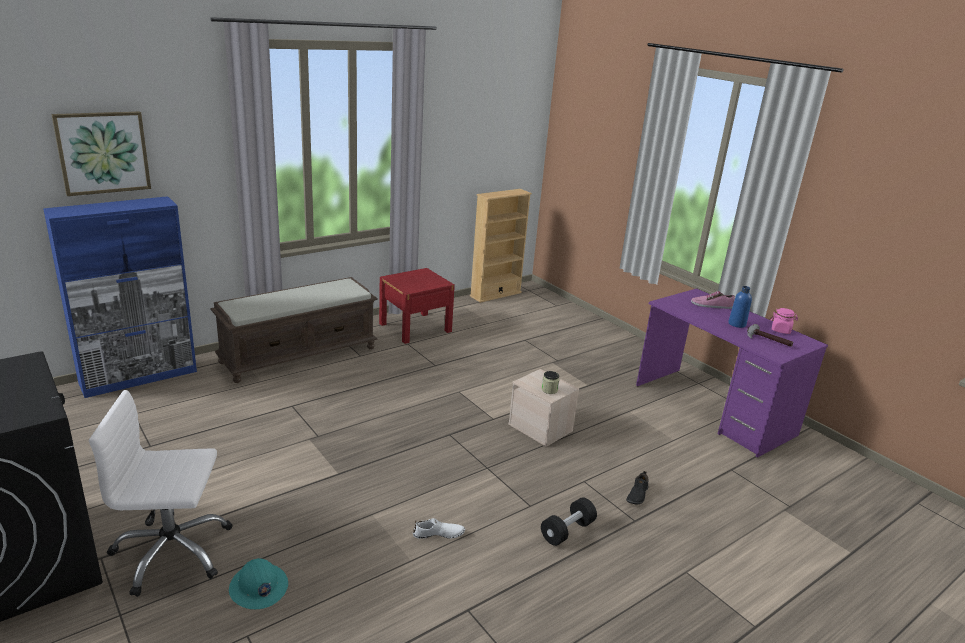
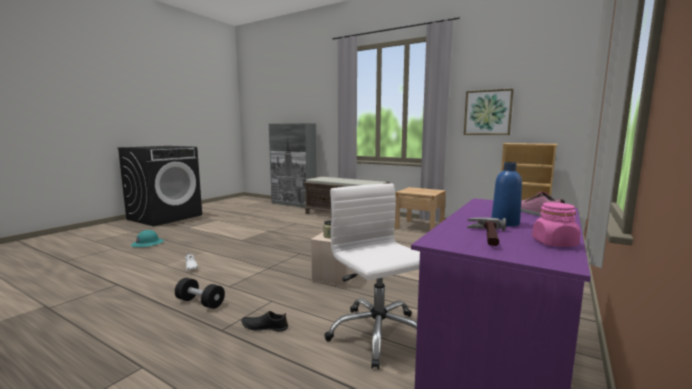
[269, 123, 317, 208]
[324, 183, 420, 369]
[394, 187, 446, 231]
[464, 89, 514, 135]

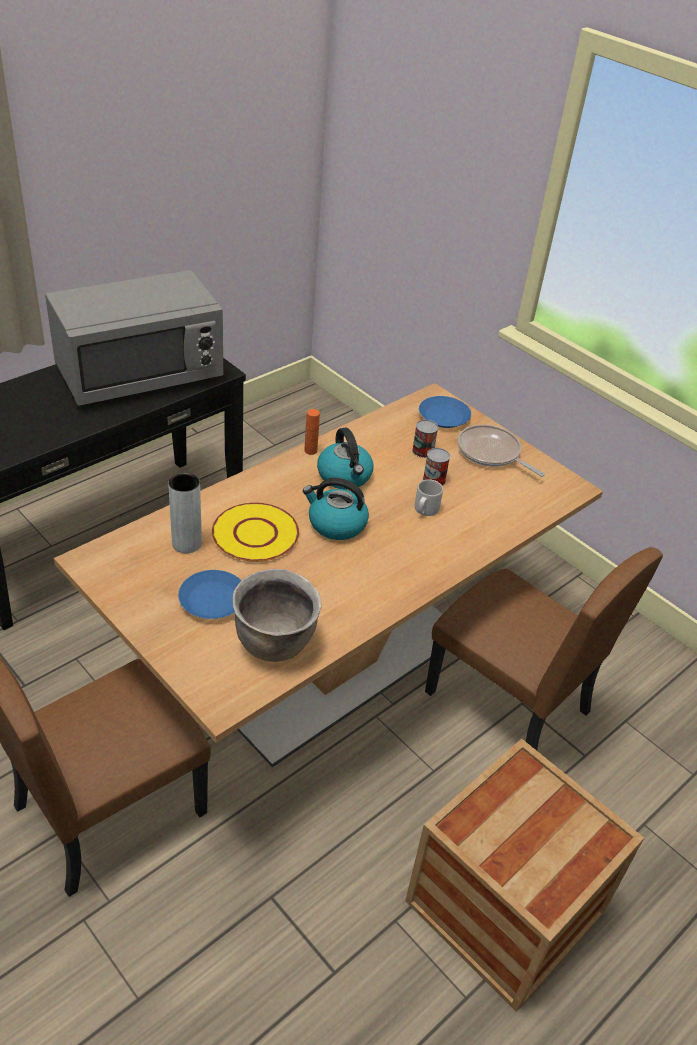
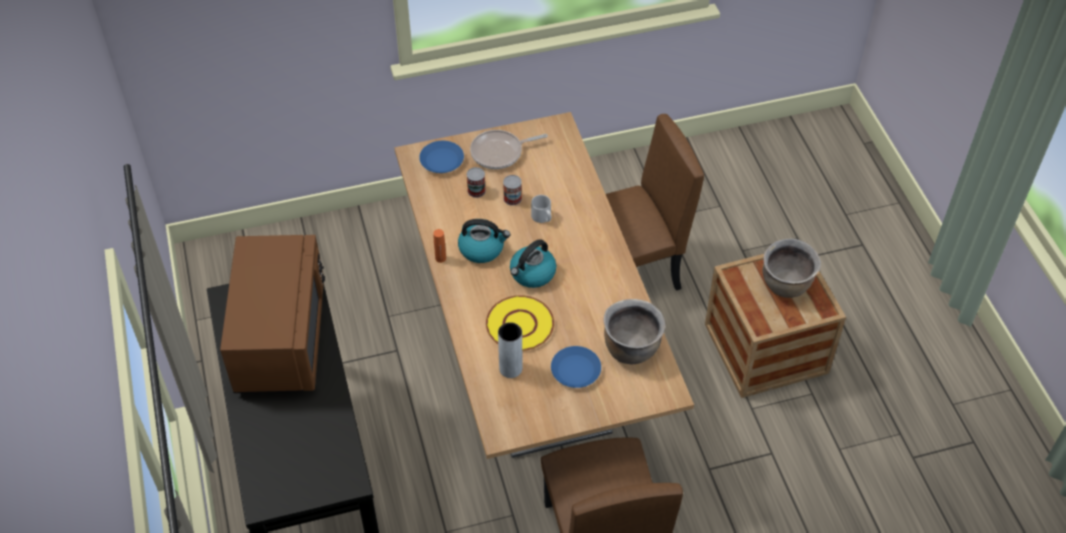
[220, 235, 325, 393]
[763, 239, 821, 298]

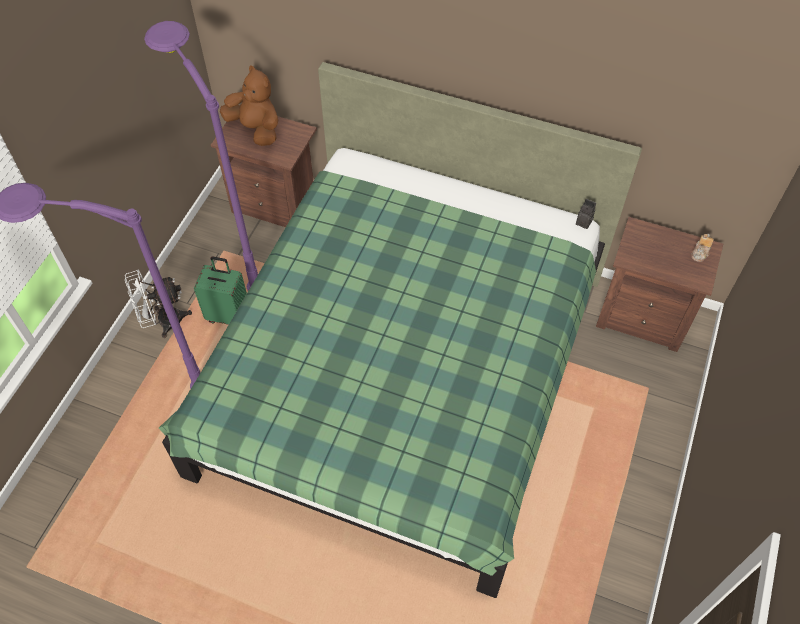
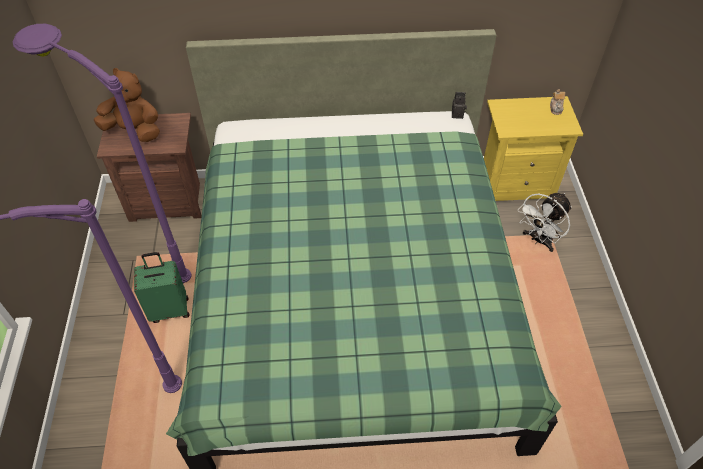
[484, 96, 583, 201]
[518, 193, 572, 252]

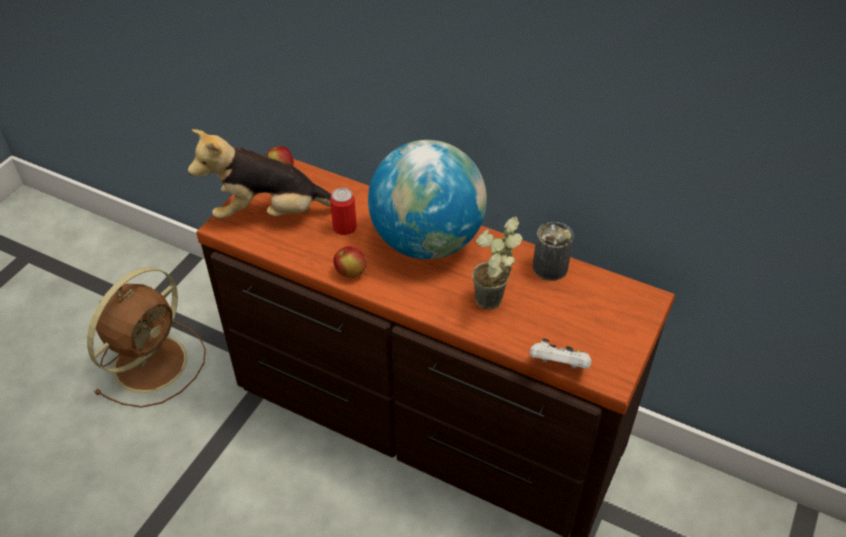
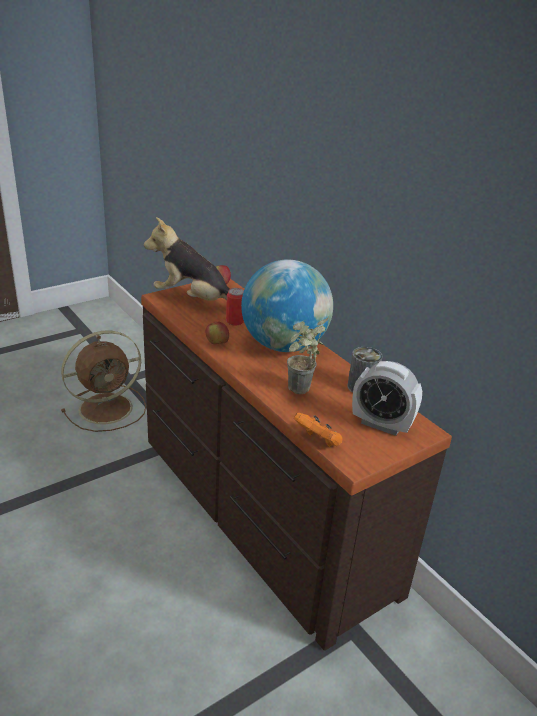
[294, 413, 342, 447]
[352, 361, 422, 436]

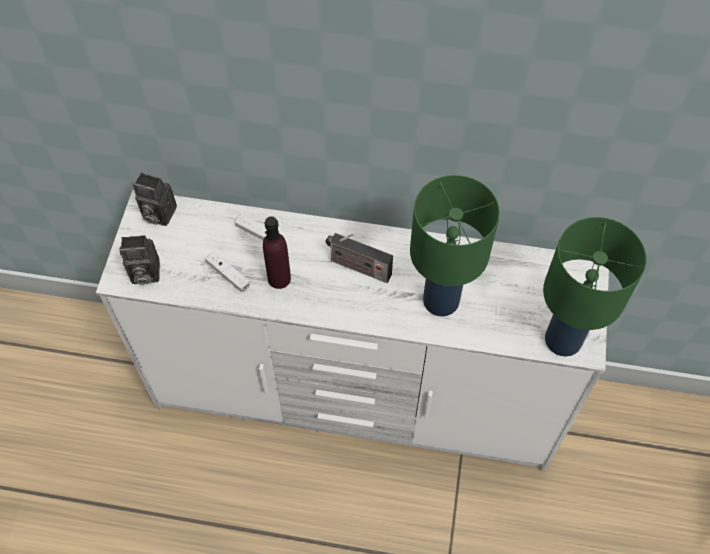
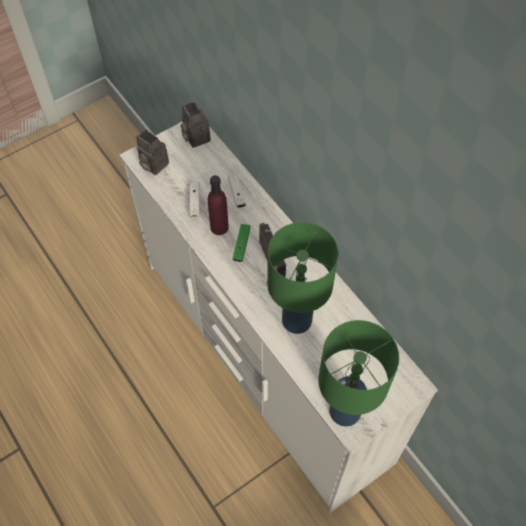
[233, 224, 250, 262]

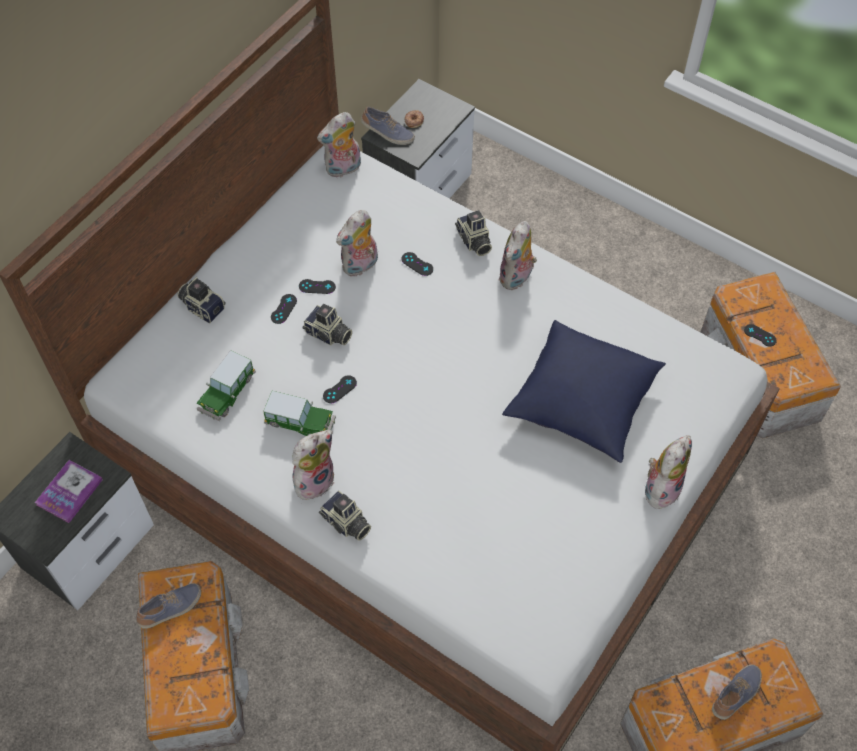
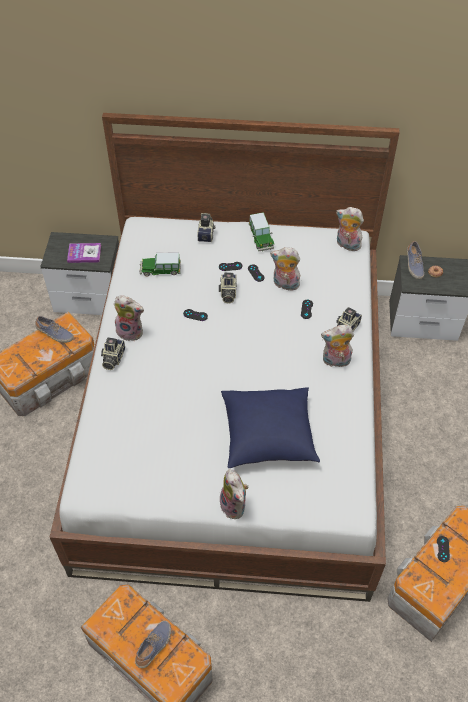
[135, 621, 171, 668]
[220, 469, 248, 519]
[249, 212, 274, 252]

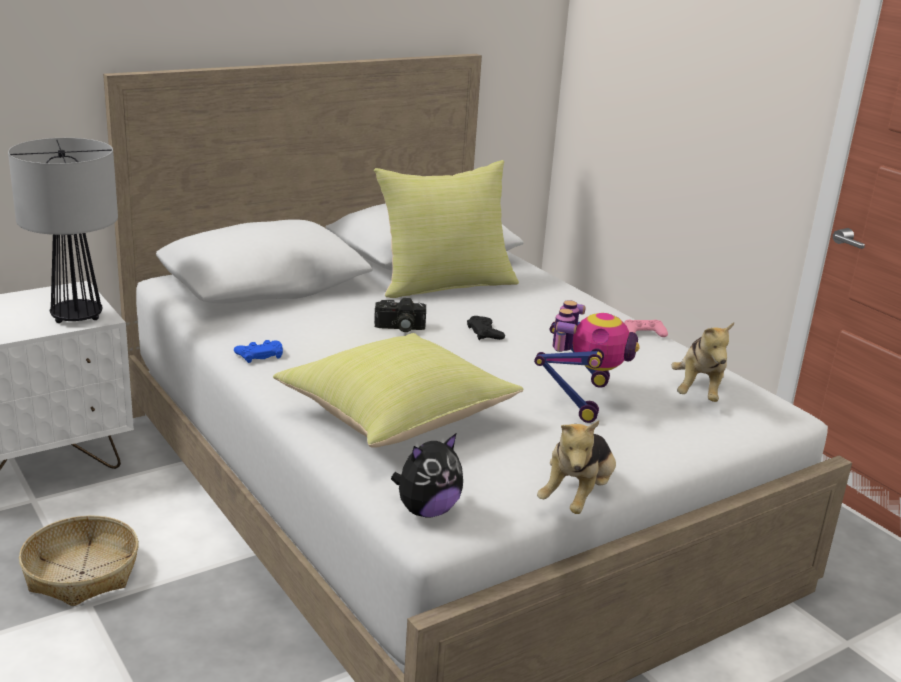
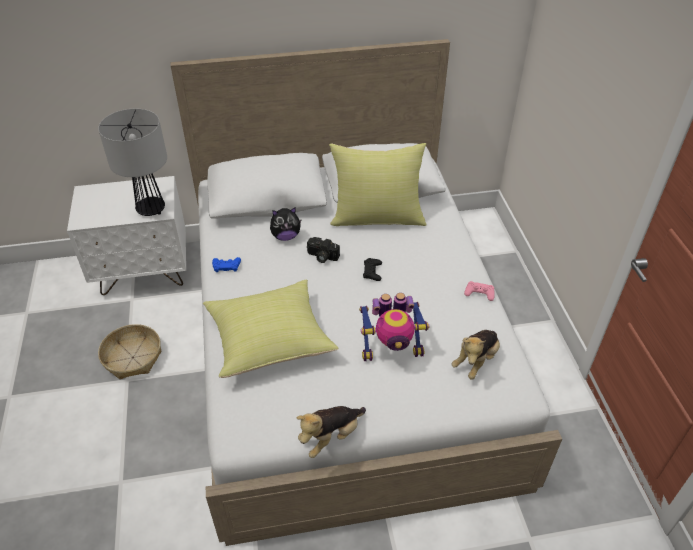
[270, 207, 301, 241]
[359, 293, 429, 361]

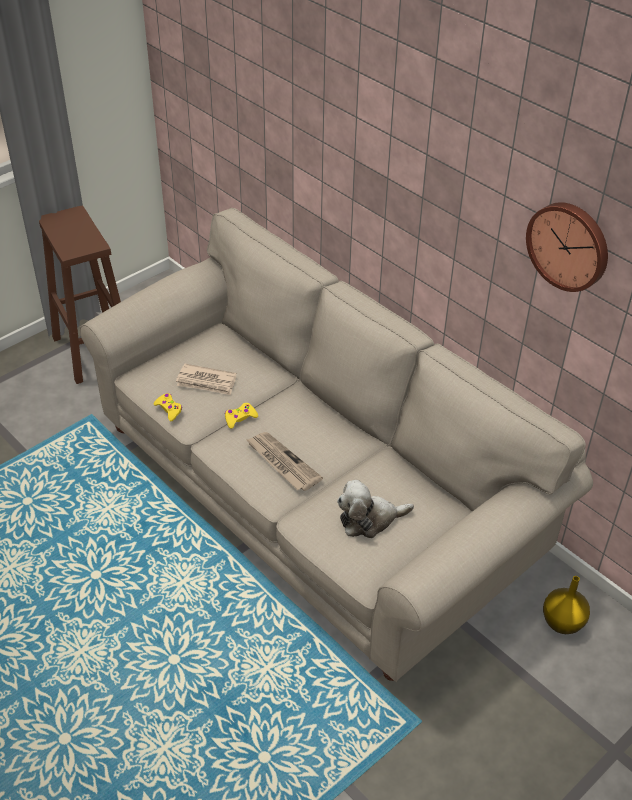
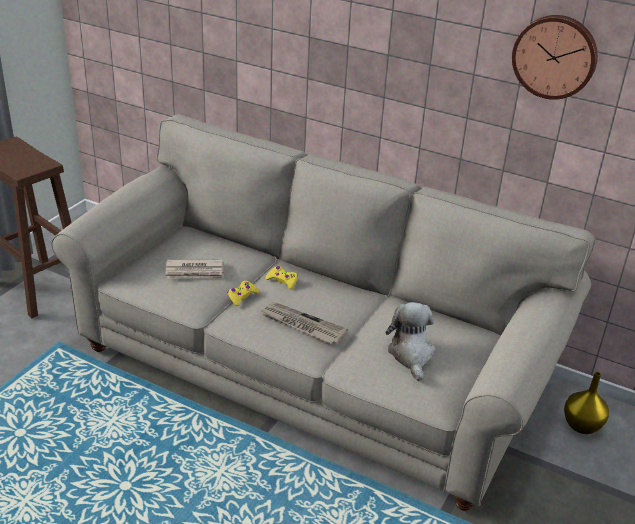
[266, 266, 298, 289]
[386, 302, 435, 381]

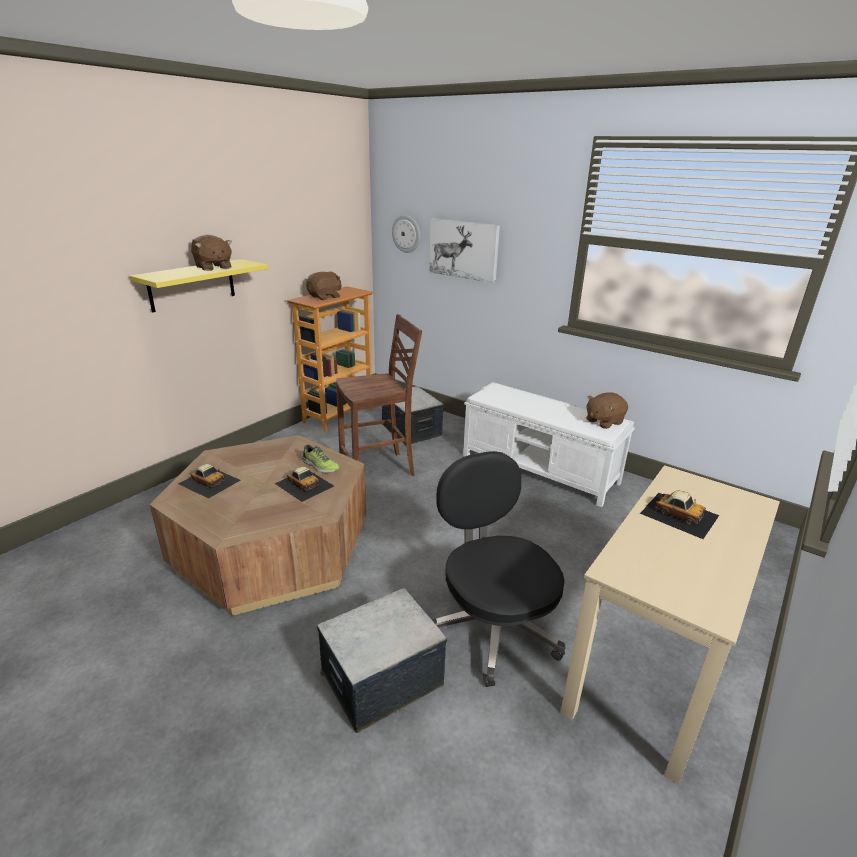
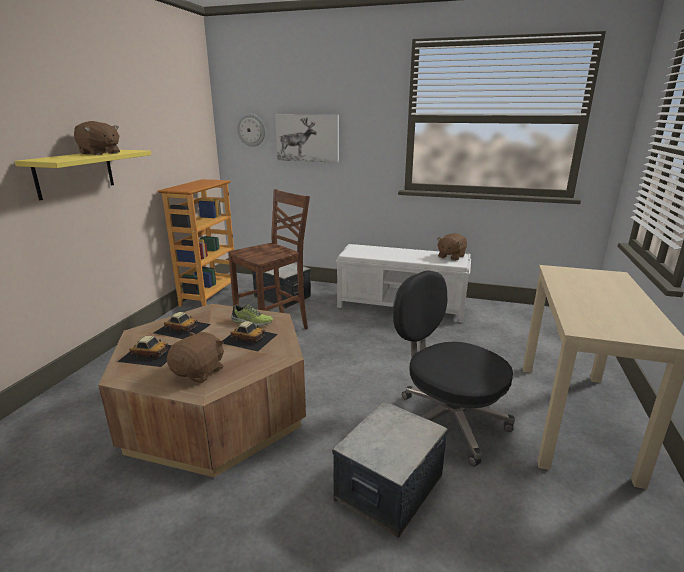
[154, 312, 211, 339]
[167, 332, 224, 383]

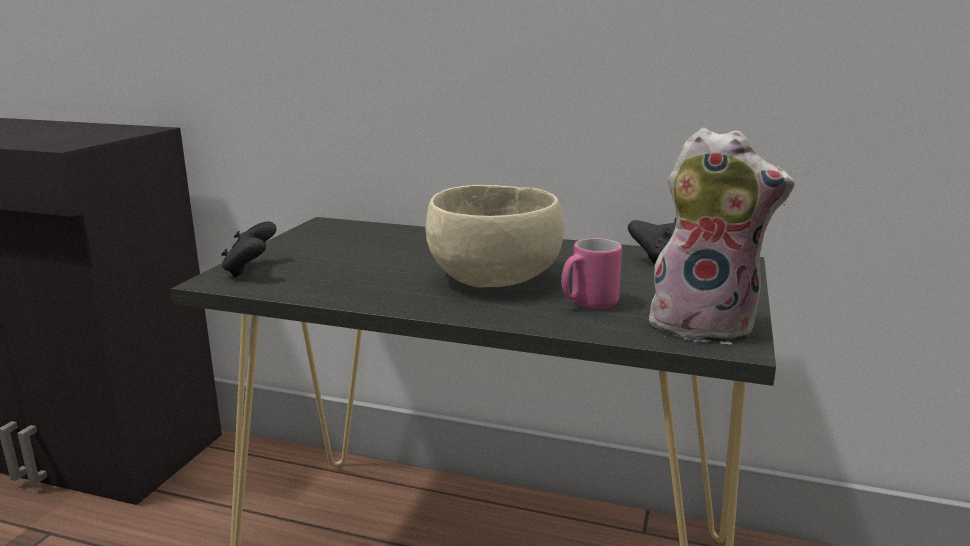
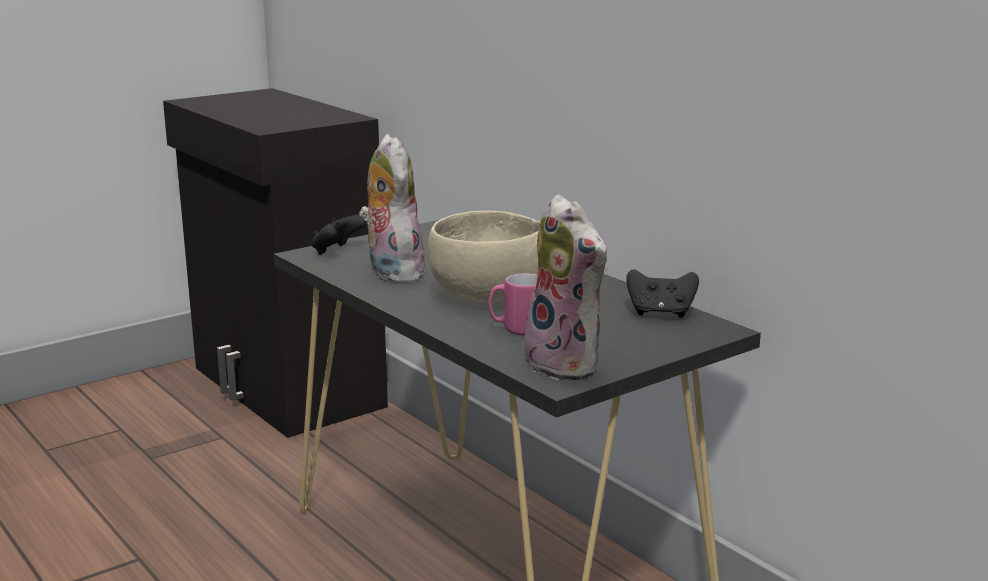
[359, 134, 425, 283]

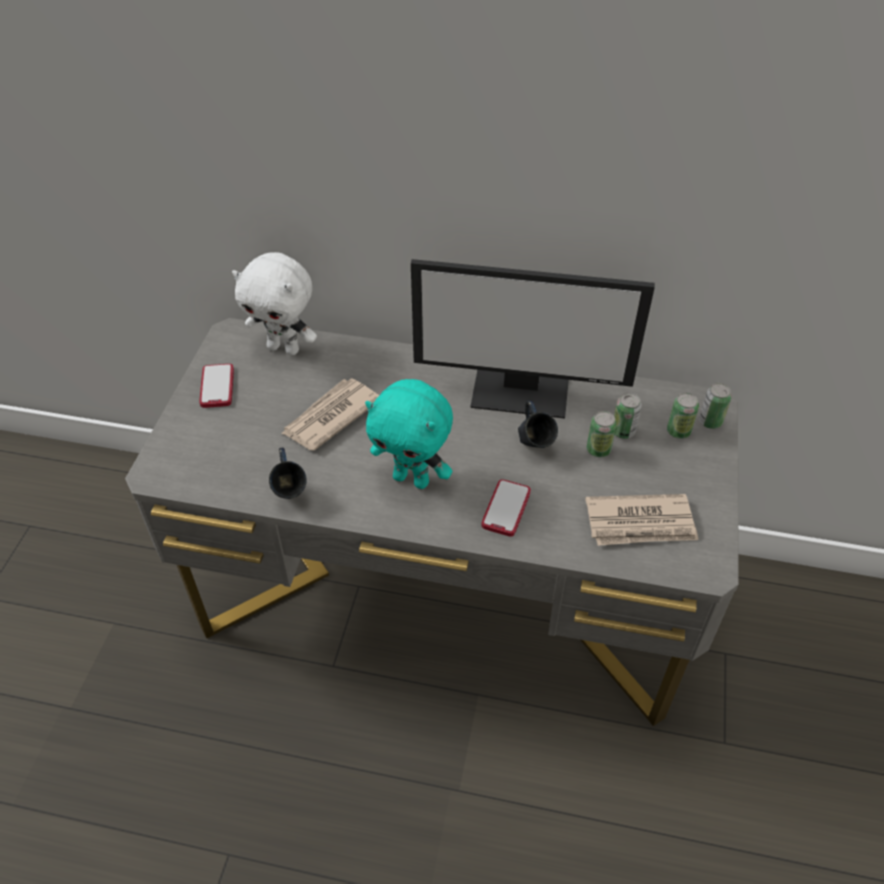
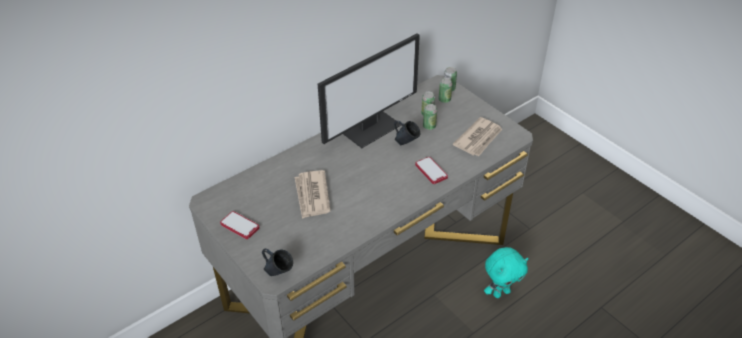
[262, 249, 293, 276]
[484, 247, 529, 298]
[232, 252, 317, 355] (first image)

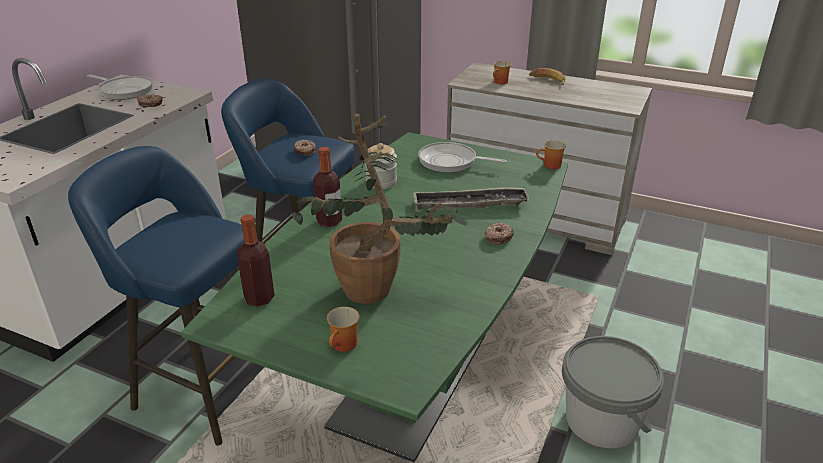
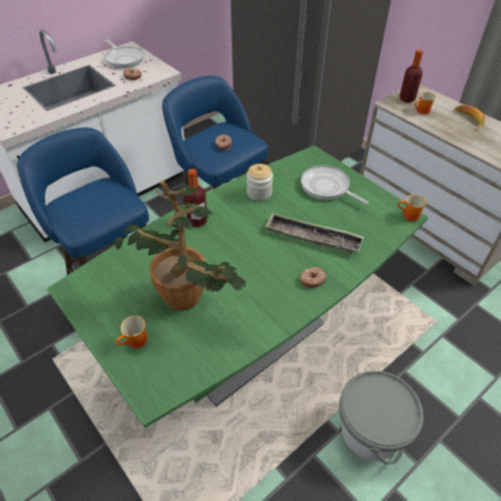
[399, 50, 423, 103]

